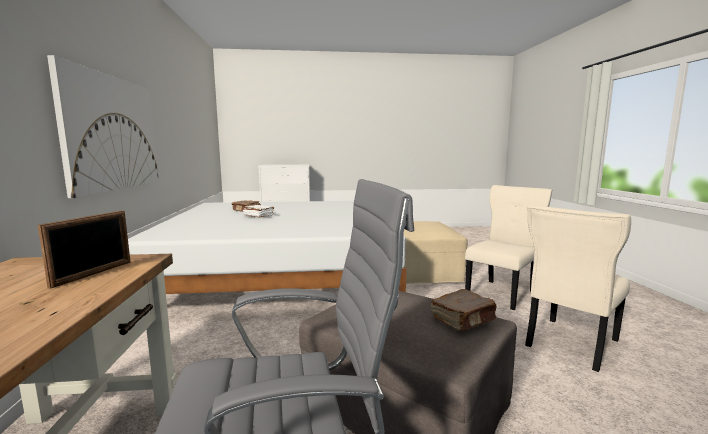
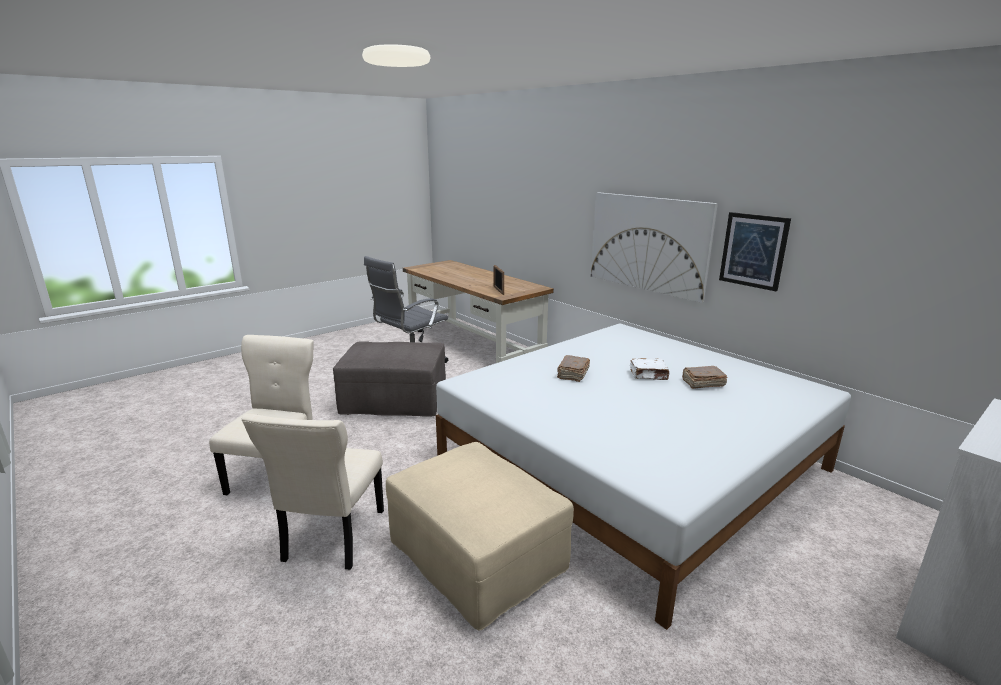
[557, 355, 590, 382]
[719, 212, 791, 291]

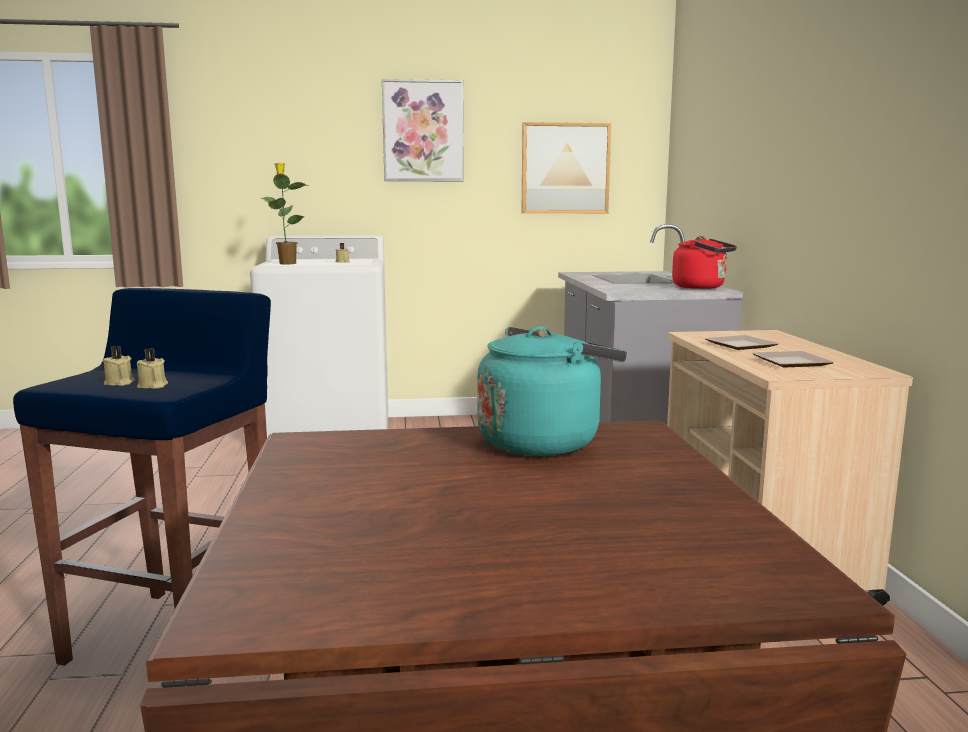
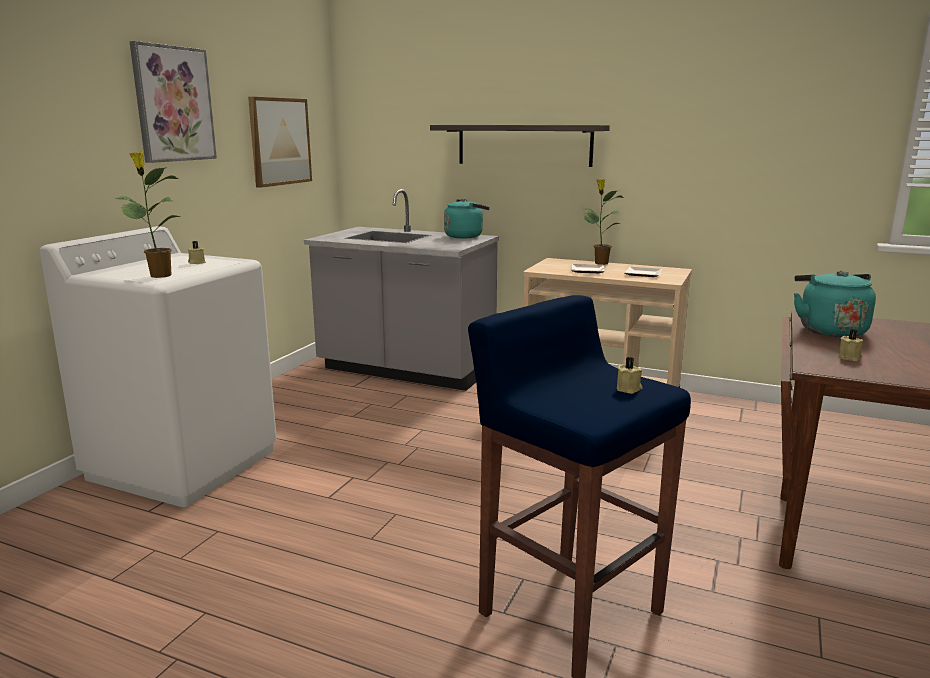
[430, 125, 610, 167]
[444, 199, 490, 238]
[583, 179, 624, 265]
[839, 329, 863, 361]

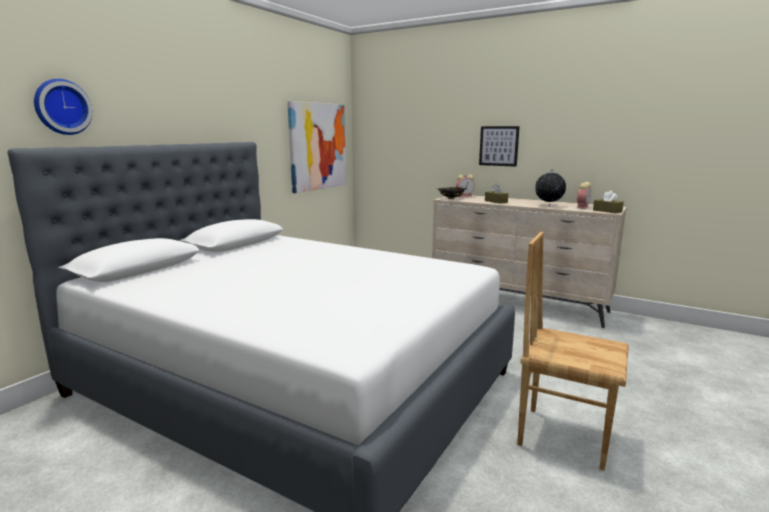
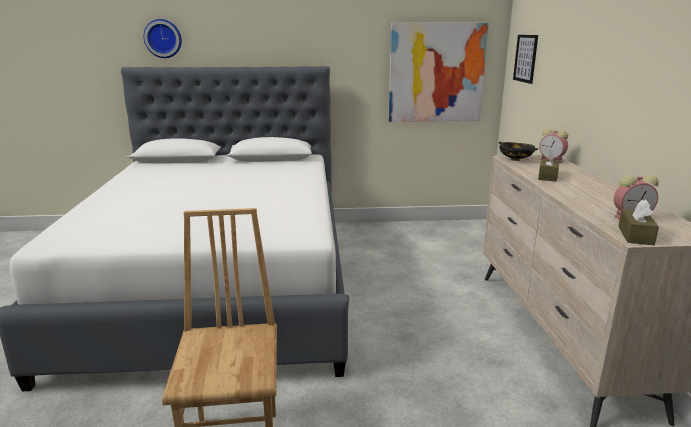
[513, 35, 538, 84]
[535, 169, 566, 205] (first image)

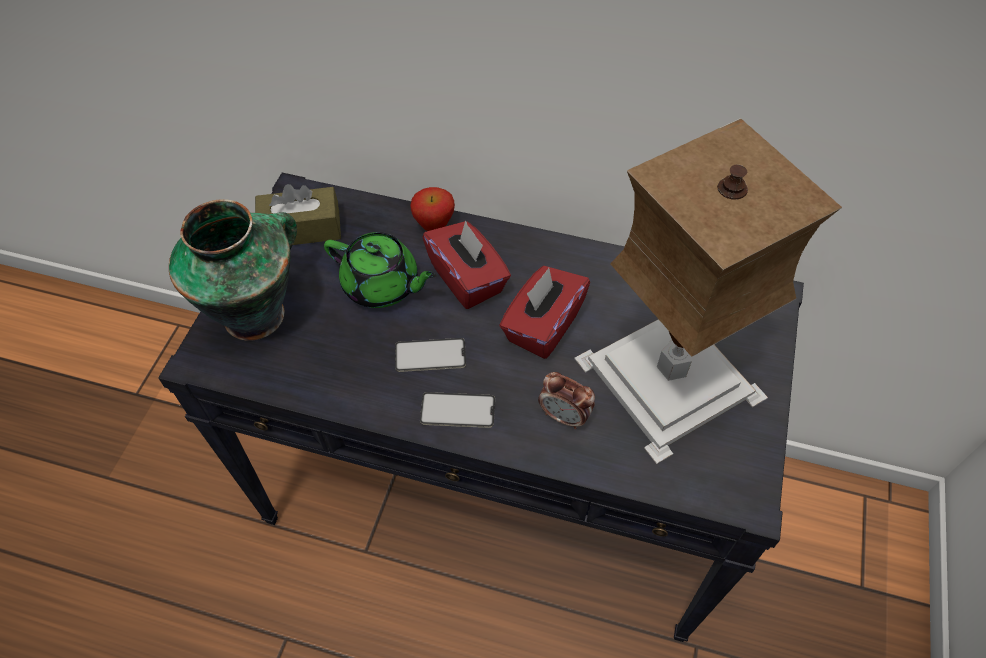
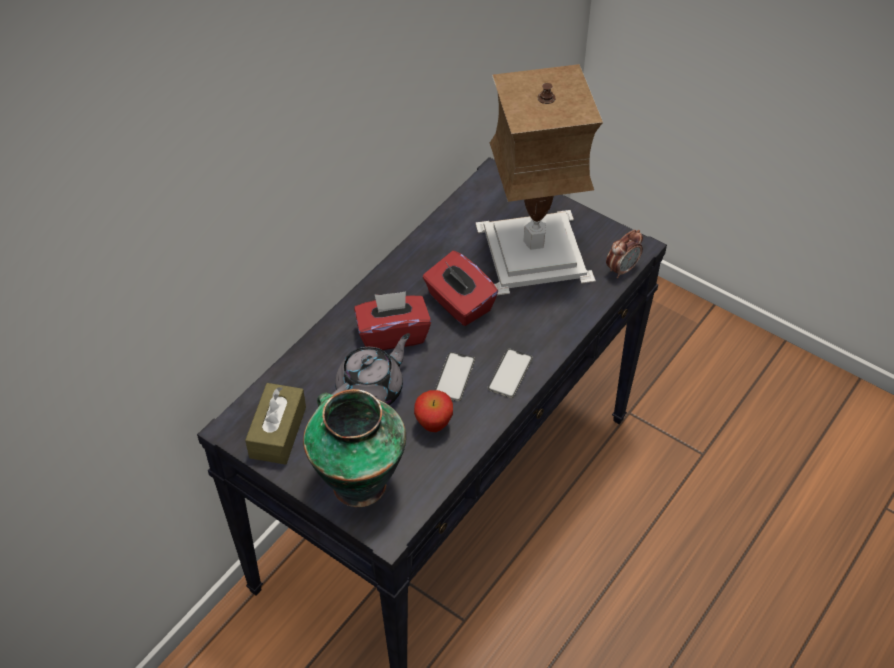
[331, 333, 410, 405]
[414, 390, 453, 432]
[606, 230, 643, 279]

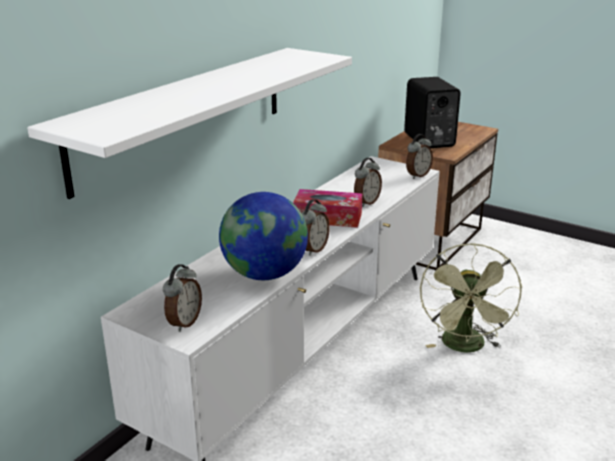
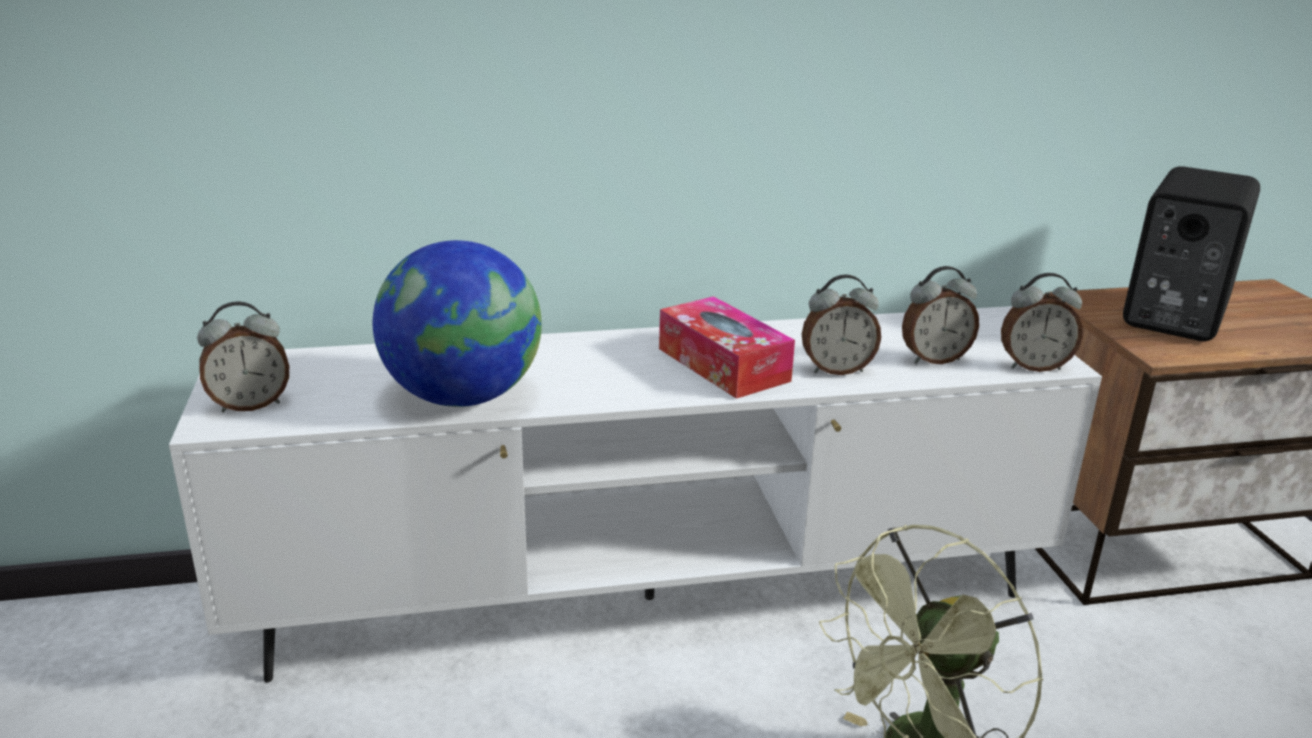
[902, 266, 979, 364]
[27, 48, 352, 199] (first image)

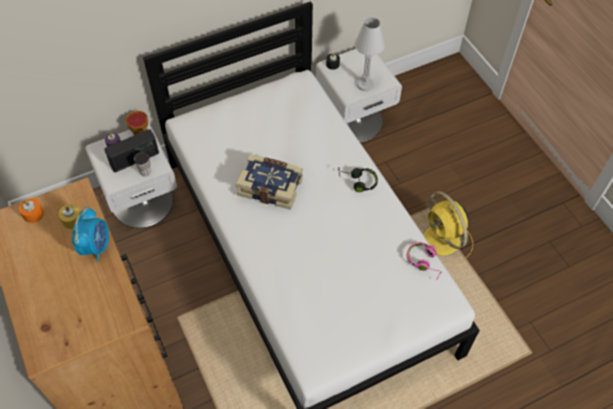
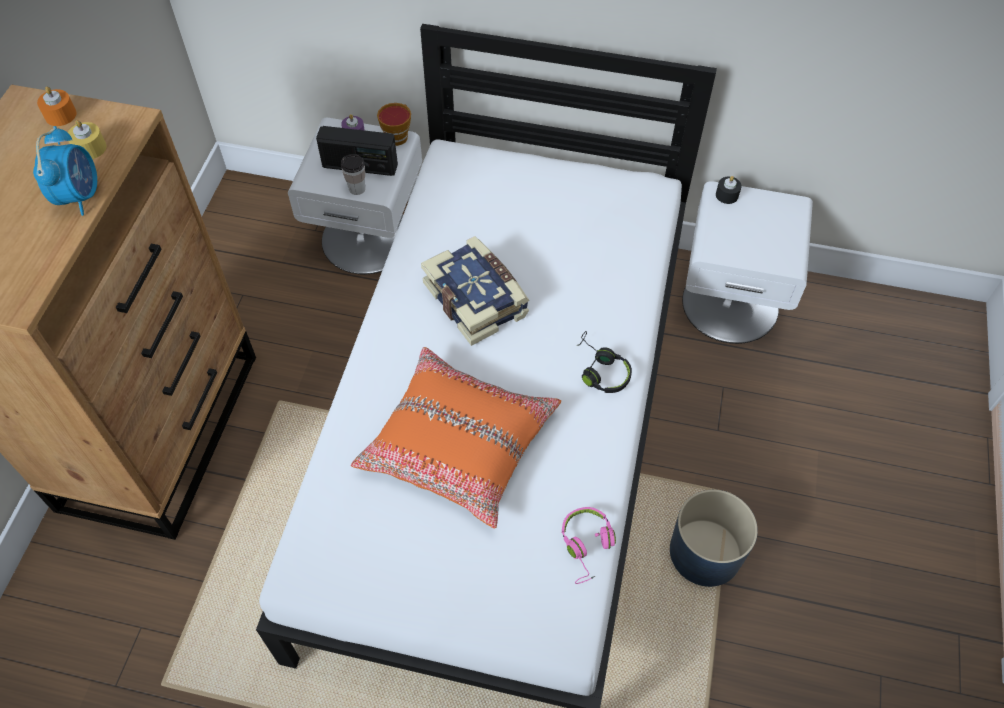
[33, 126, 97, 216]
[351, 347, 561, 529]
[670, 490, 758, 587]
[354, 17, 385, 91] (first image)

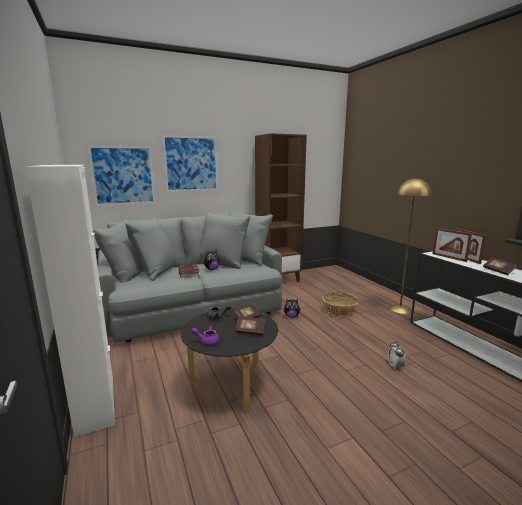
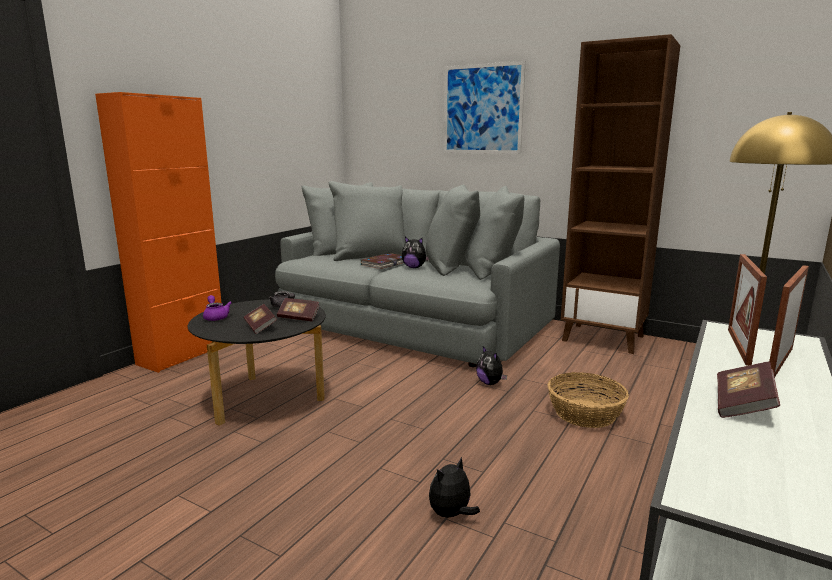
[95, 92, 222, 373]
[429, 457, 480, 519]
[88, 145, 156, 206] (first image)

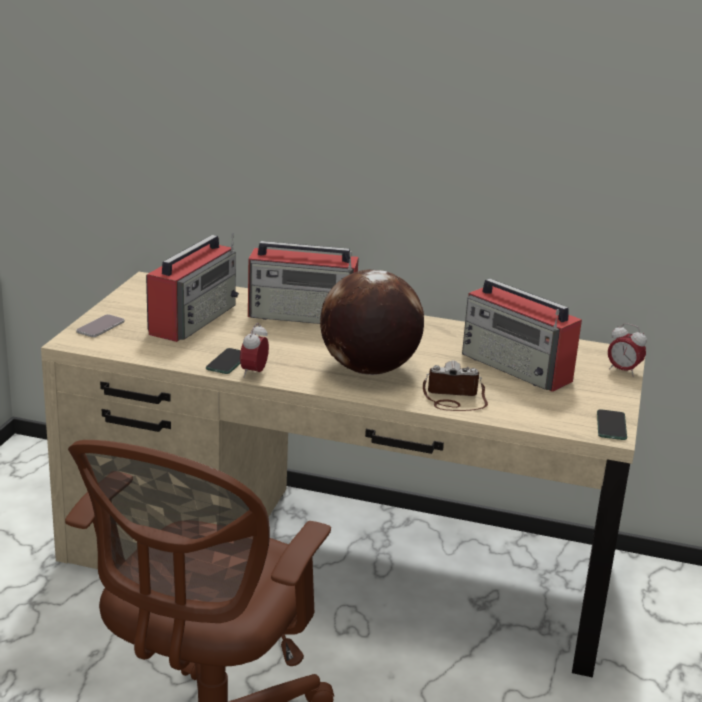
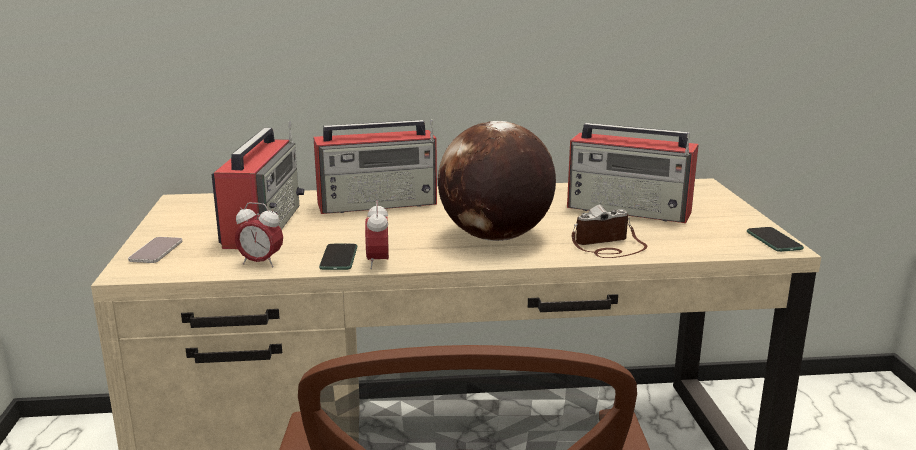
[235, 202, 283, 267]

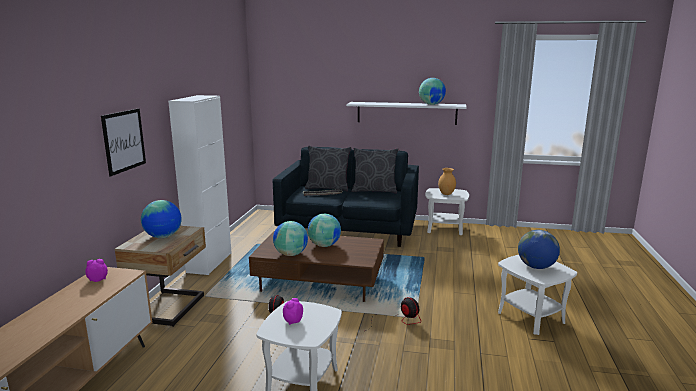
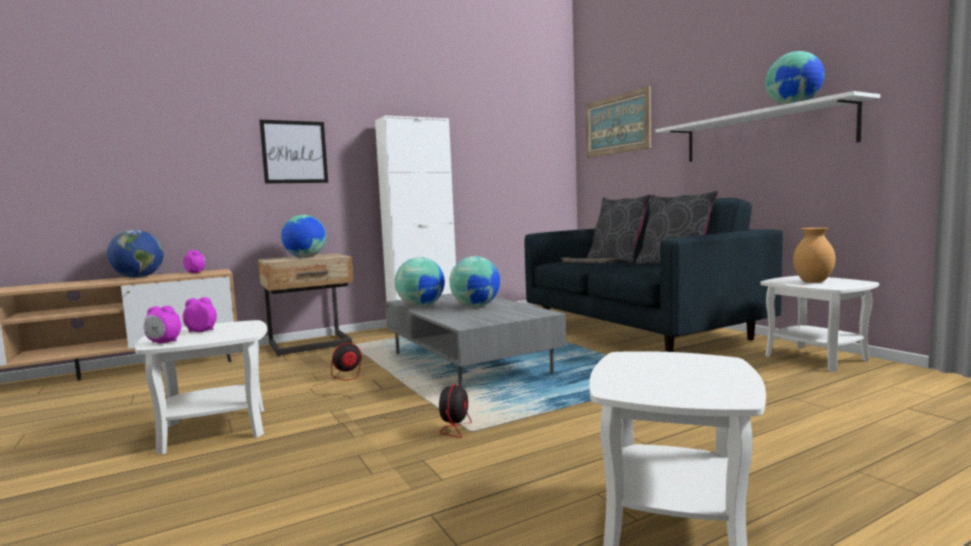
[107, 230, 164, 278]
[143, 306, 181, 343]
[385, 293, 566, 387]
[585, 86, 651, 158]

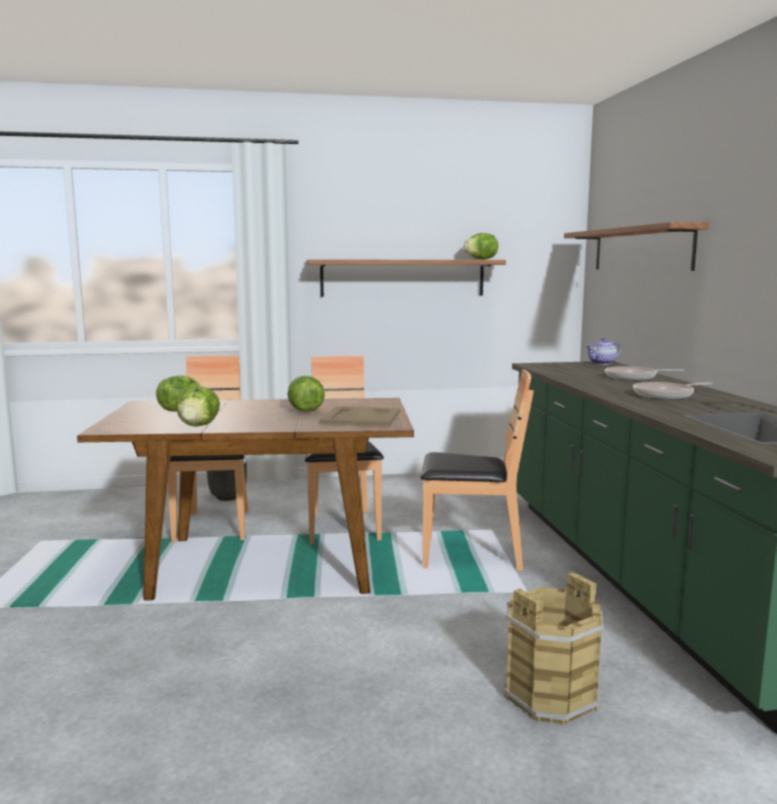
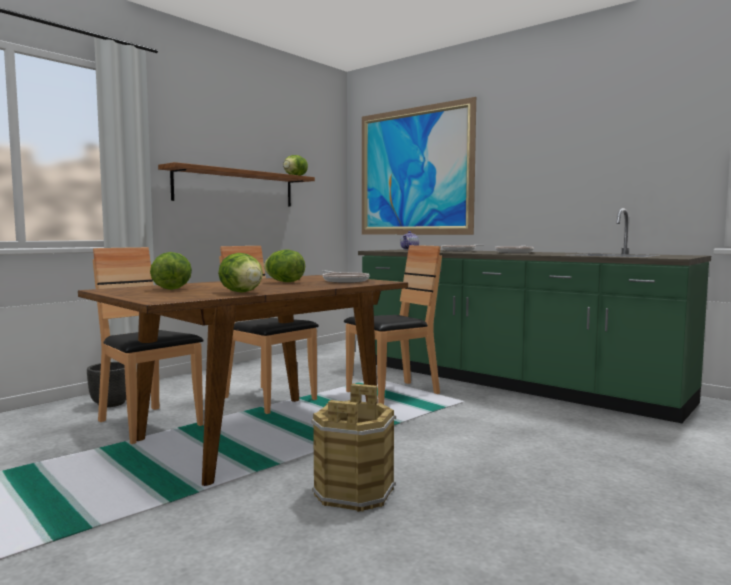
[311, 384, 396, 512]
[323, 271, 370, 283]
[362, 97, 476, 235]

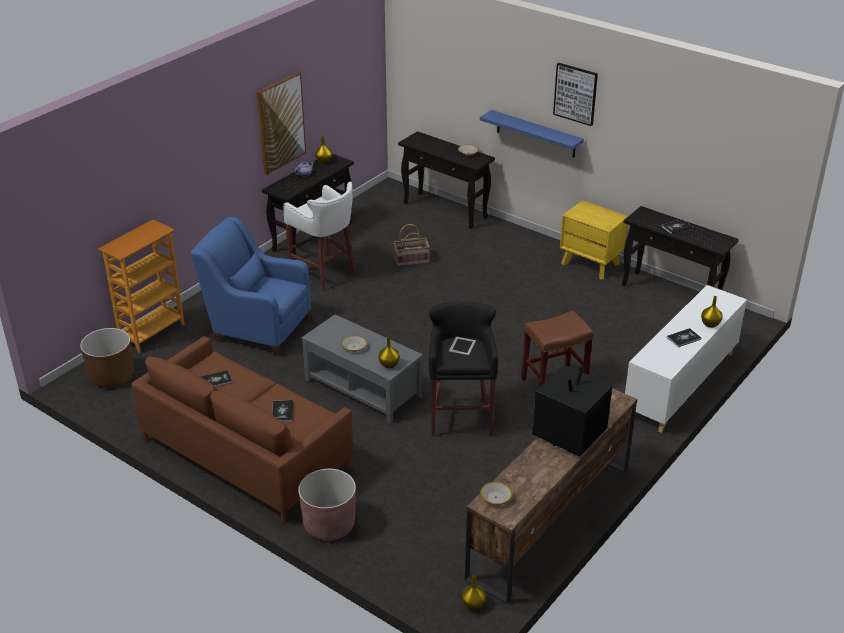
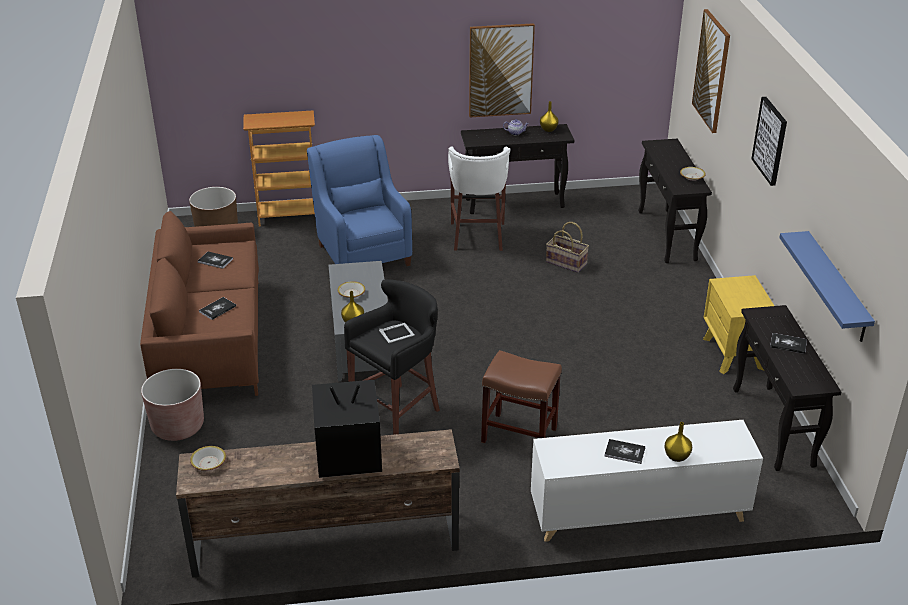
[692, 9, 730, 133]
[779, 231, 875, 342]
[461, 576, 486, 610] (first image)

